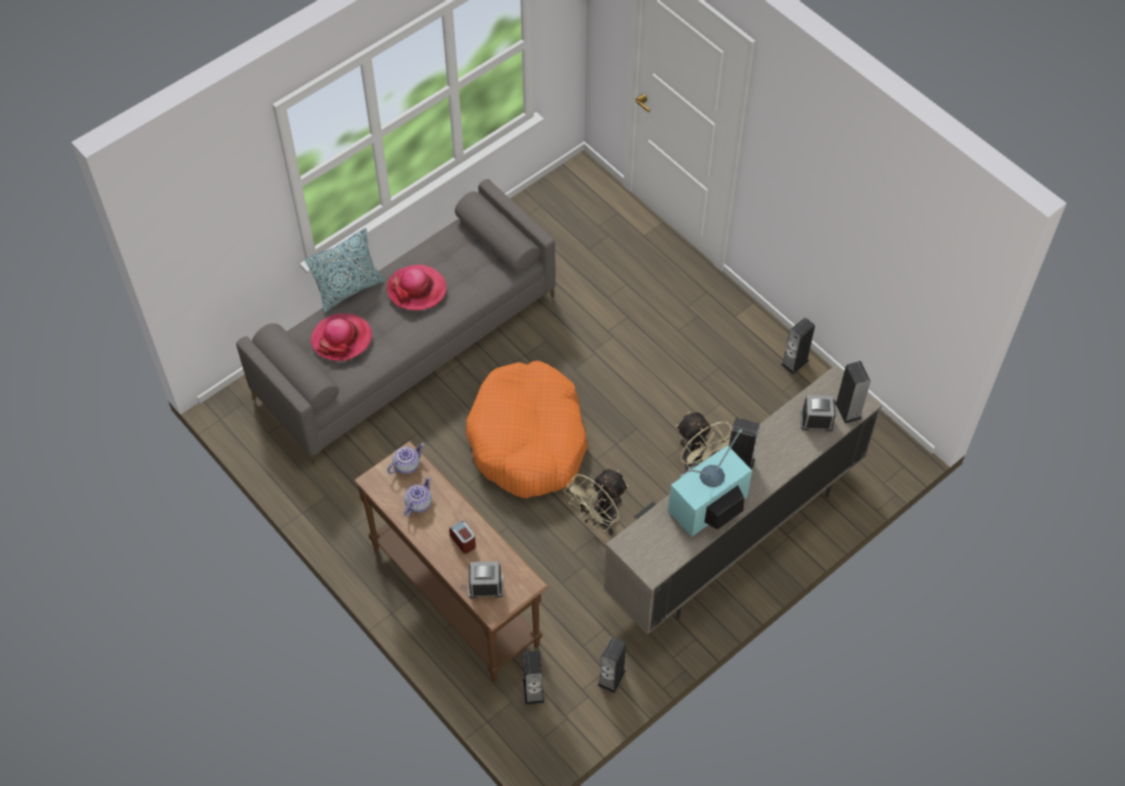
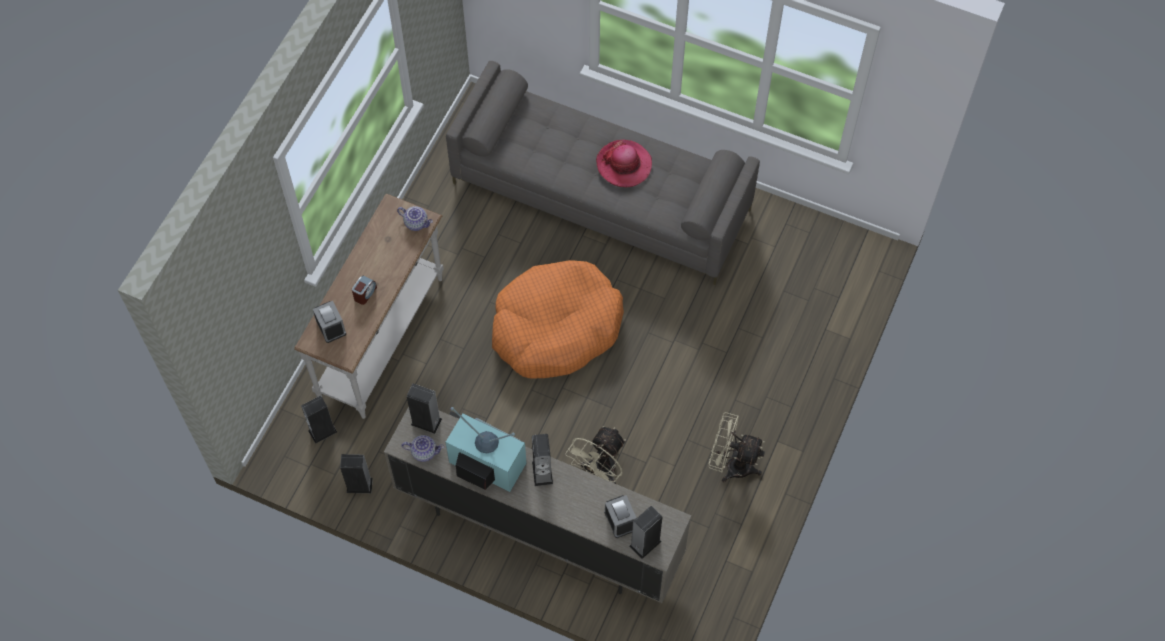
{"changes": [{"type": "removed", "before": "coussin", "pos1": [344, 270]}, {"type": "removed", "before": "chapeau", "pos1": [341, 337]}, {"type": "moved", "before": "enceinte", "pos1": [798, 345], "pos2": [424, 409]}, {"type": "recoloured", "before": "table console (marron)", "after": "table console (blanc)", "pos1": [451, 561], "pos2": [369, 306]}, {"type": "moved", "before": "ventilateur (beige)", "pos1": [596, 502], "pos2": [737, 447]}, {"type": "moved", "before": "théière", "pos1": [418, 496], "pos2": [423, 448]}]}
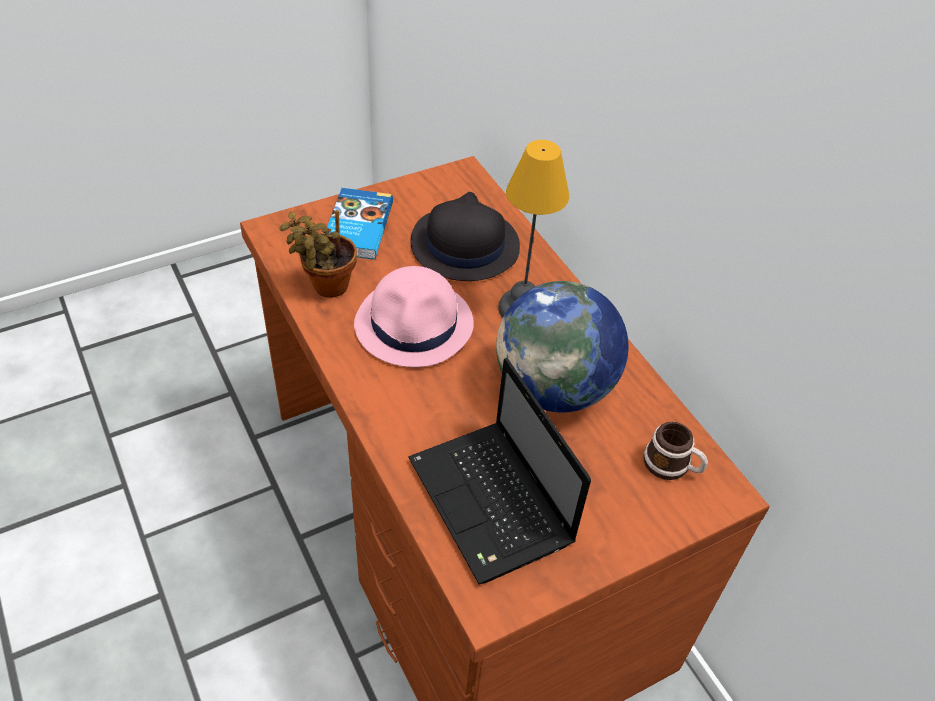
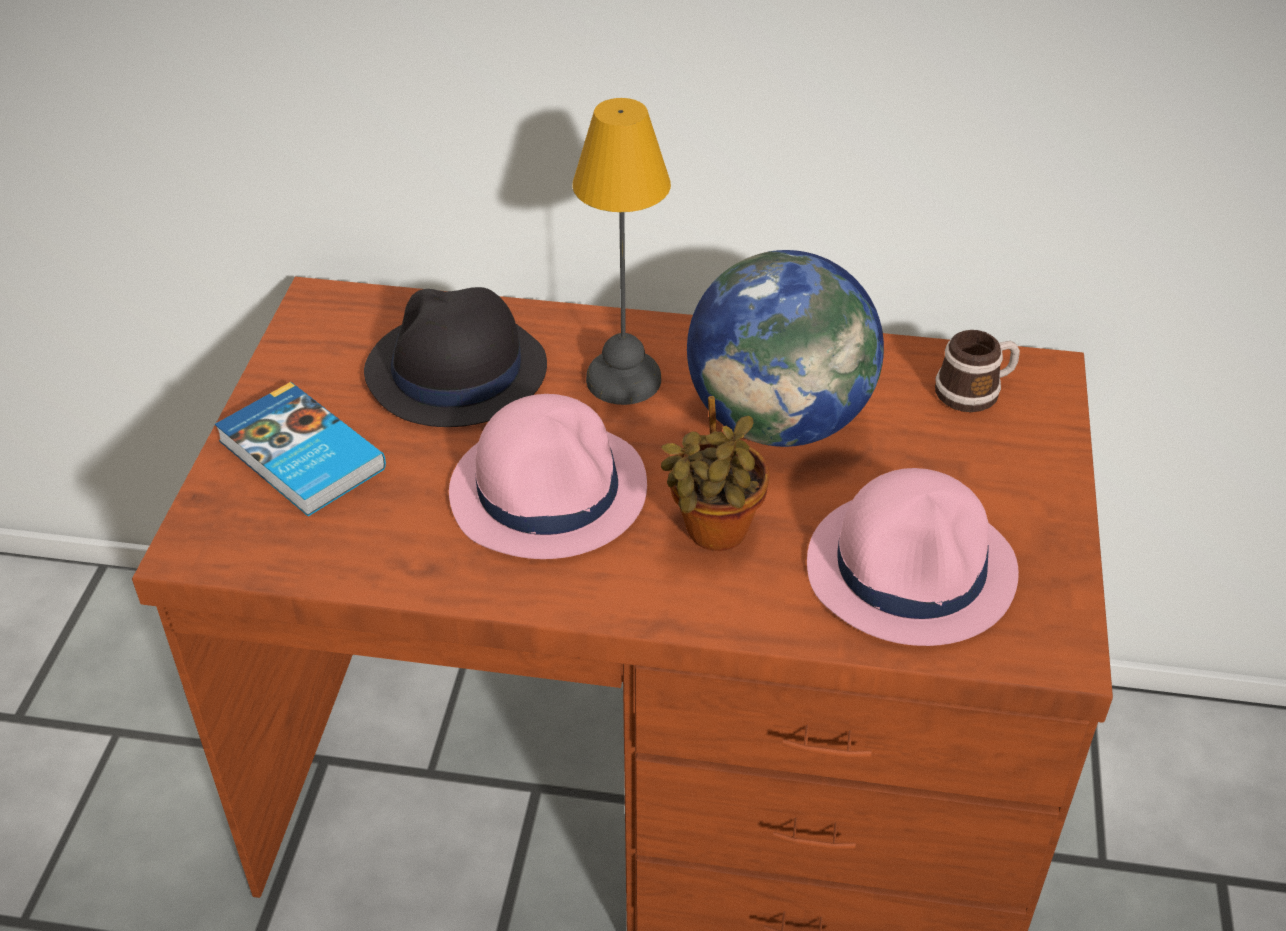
{"changes": [{"type": "moved", "before": "plante en pot", "pos1": [318, 254], "pos2": [715, 473]}, {"type": "replaced", "before": "ordinateur portable", "after": "chapeau (rose)", "pos1": [499, 471], "pos2": [913, 557]}]}
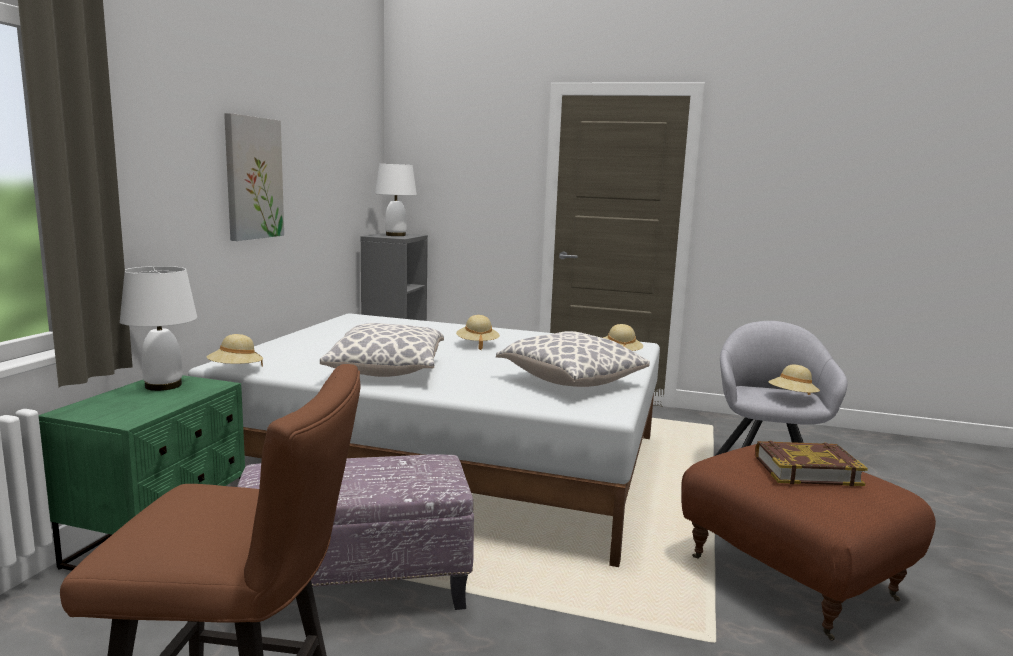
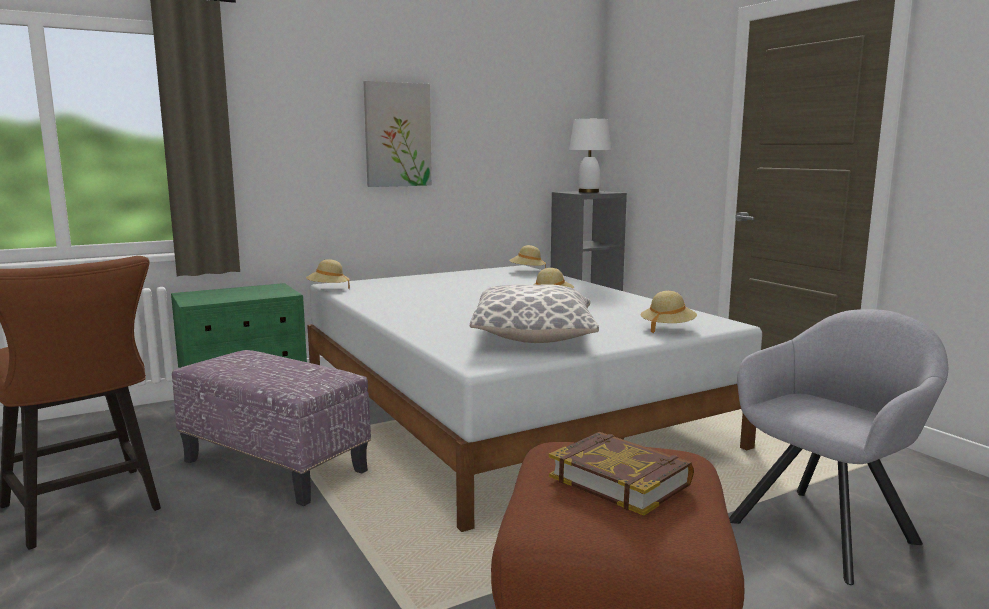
{"changes": [{"type": "removed", "before": "lampe de table (blanc)", "pos1": [158, 328]}, {"type": "removed", "before": "coussin", "pos1": [382, 350]}, {"type": "moved", "before": "chapeau (beige)", "pos1": [794, 380], "pos2": [527, 256]}]}
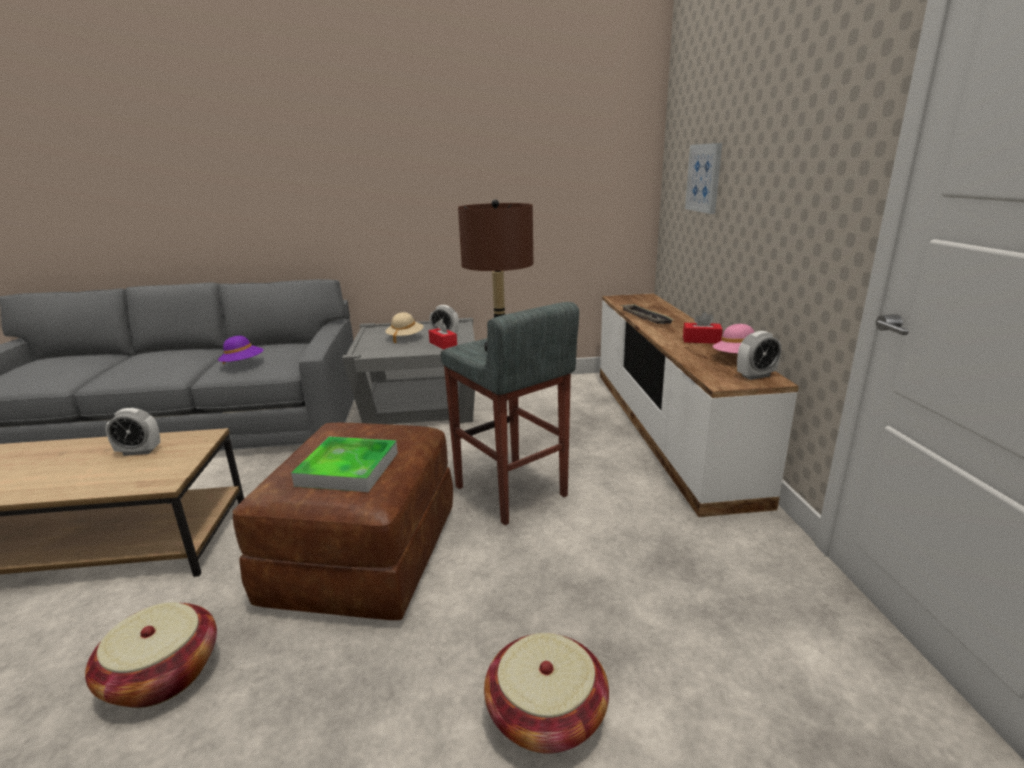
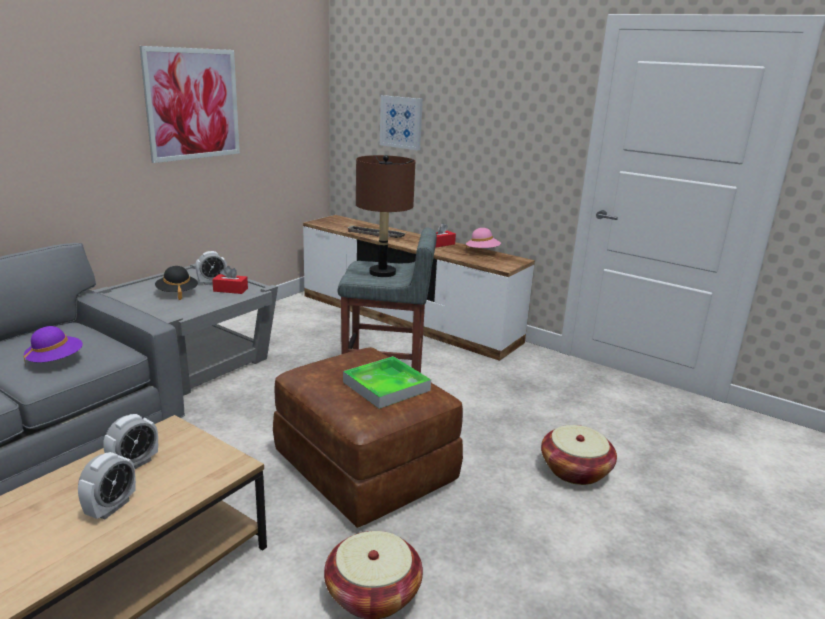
{"changes": [{"type": "recoloured", "before": "chapeau (beige)", "after": "chapeau (noir)", "pos1": [404, 328], "pos2": [176, 283]}, {"type": "moved", "before": "réveil", "pos1": [759, 355], "pos2": [107, 485]}, {"type": "added", "after": "tableau", "pos2": [189, 104]}]}
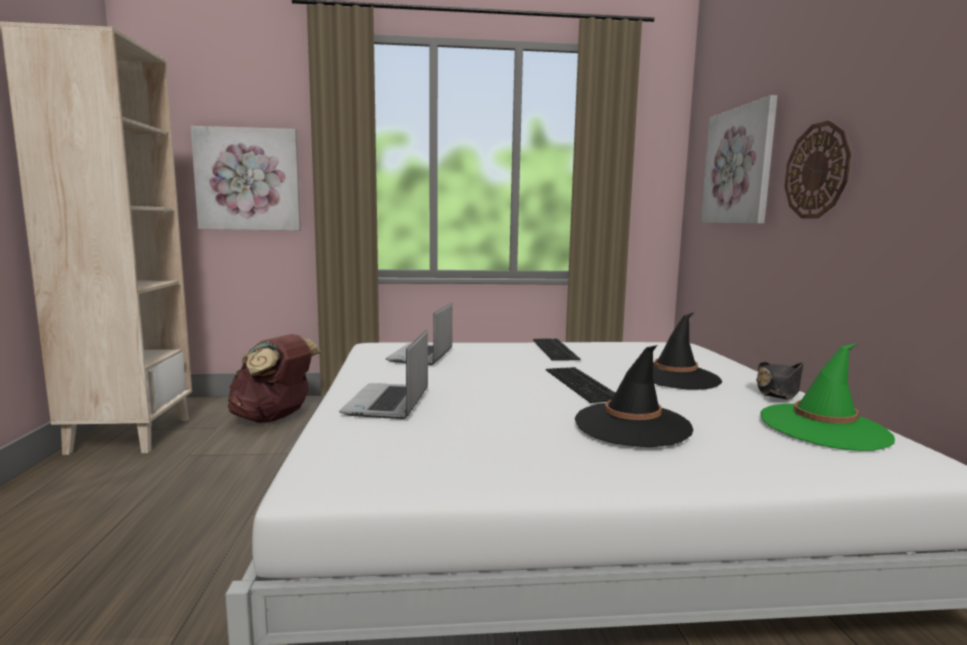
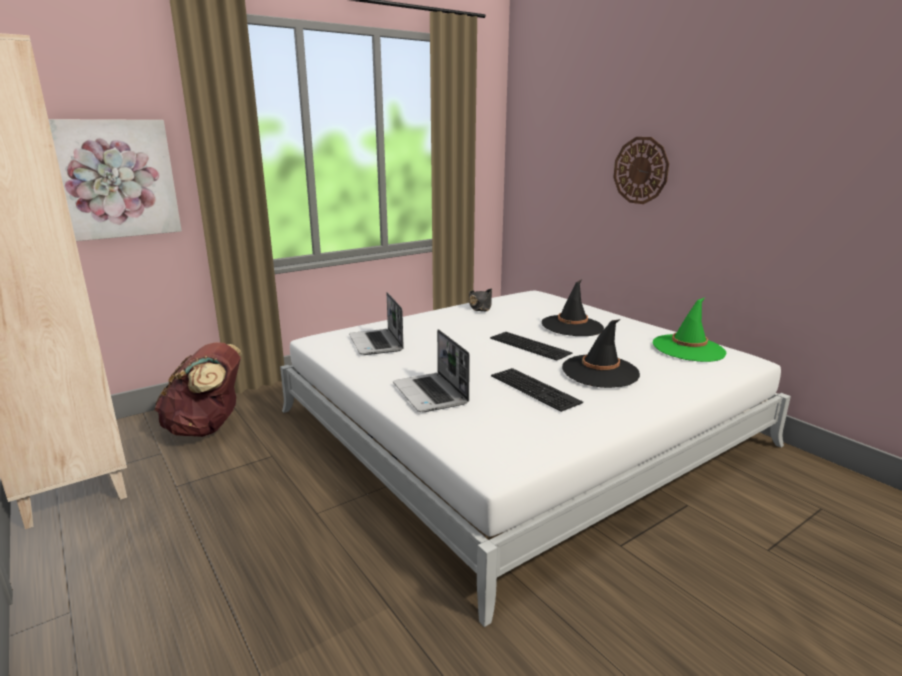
{"changes": [{"type": "removed", "before": "tableau", "pos1": [739, 159]}, {"type": "moved", "before": "clavier", "pos1": [557, 350], "pos2": [537, 390]}, {"type": "moved", "before": "chapeau (noir)", "pos1": [780, 381], "pos2": [480, 299]}]}
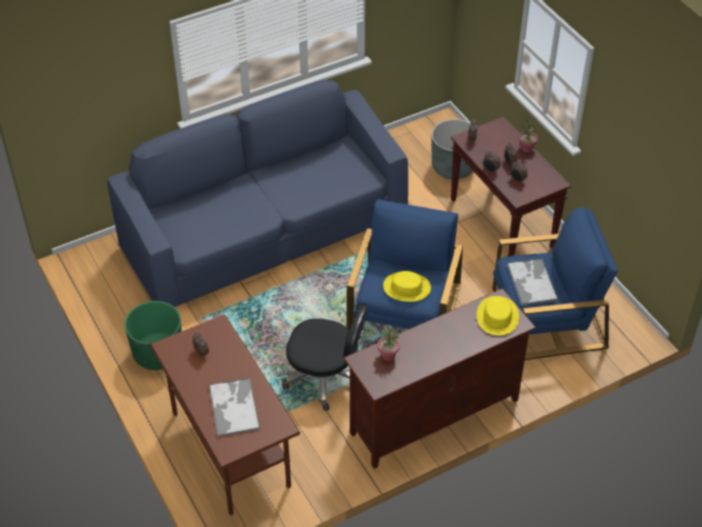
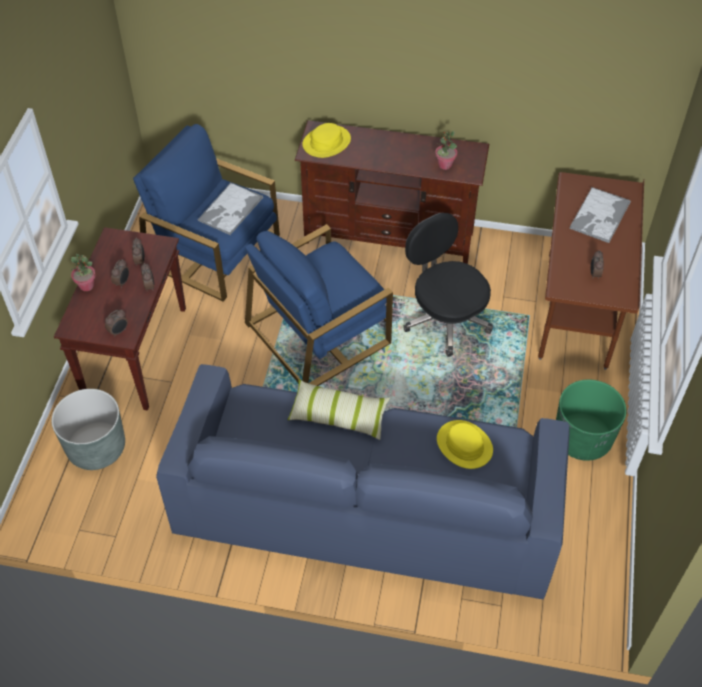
{"changes": [{"type": "moved", "before": "chapeau (jaune)", "pos1": [407, 286], "pos2": [465, 444]}, {"type": "added", "after": "coussin", "pos2": [339, 410]}]}
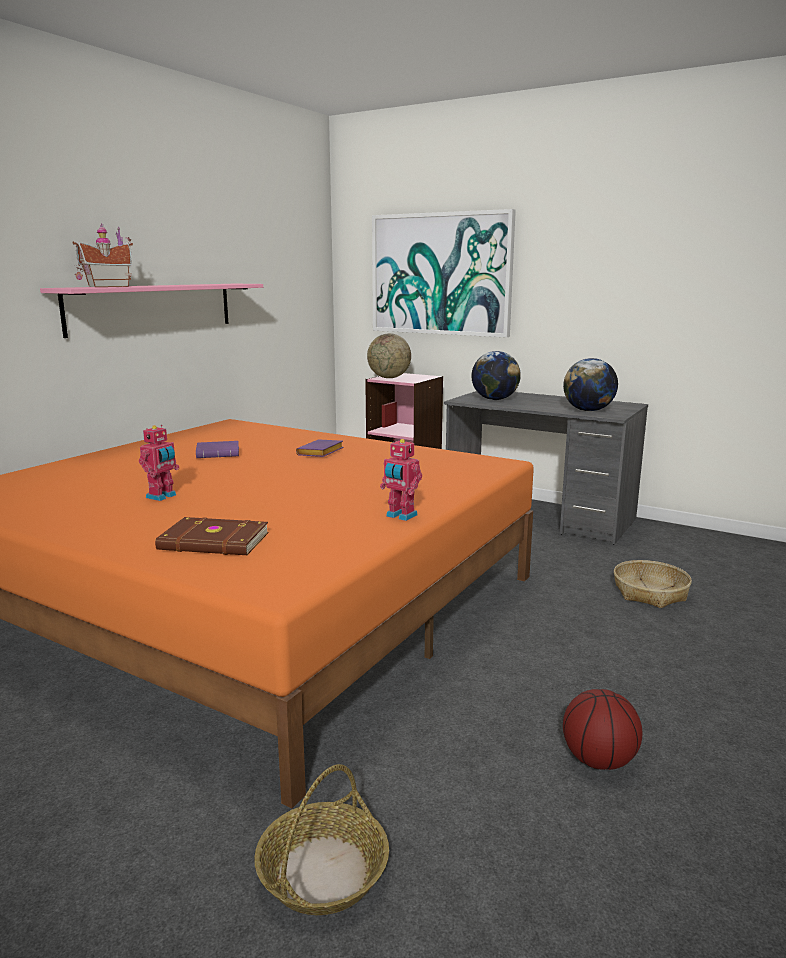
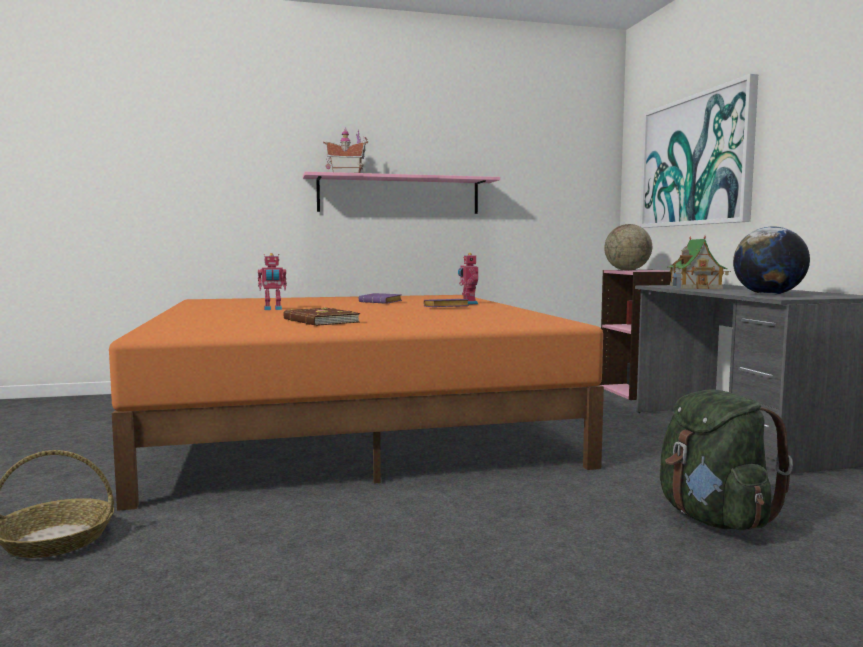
{"changes": [{"type": "replaced", "before": "globe", "after": "maison miniature", "pos1": [496, 375], "pos2": [699, 262]}, {"type": "moved", "before": "robot jouet", "pos1": [401, 480], "pos2": [468, 278]}, {"type": "moved", "before": "livre (marron)", "pos1": [212, 536], "pos2": [321, 316]}, {"type": "replaced", "before": "panier", "after": "sac à dos (vert)", "pos1": [653, 584], "pos2": [726, 459]}, {"type": "removed", "before": "ballon de basket", "pos1": [603, 729]}]}
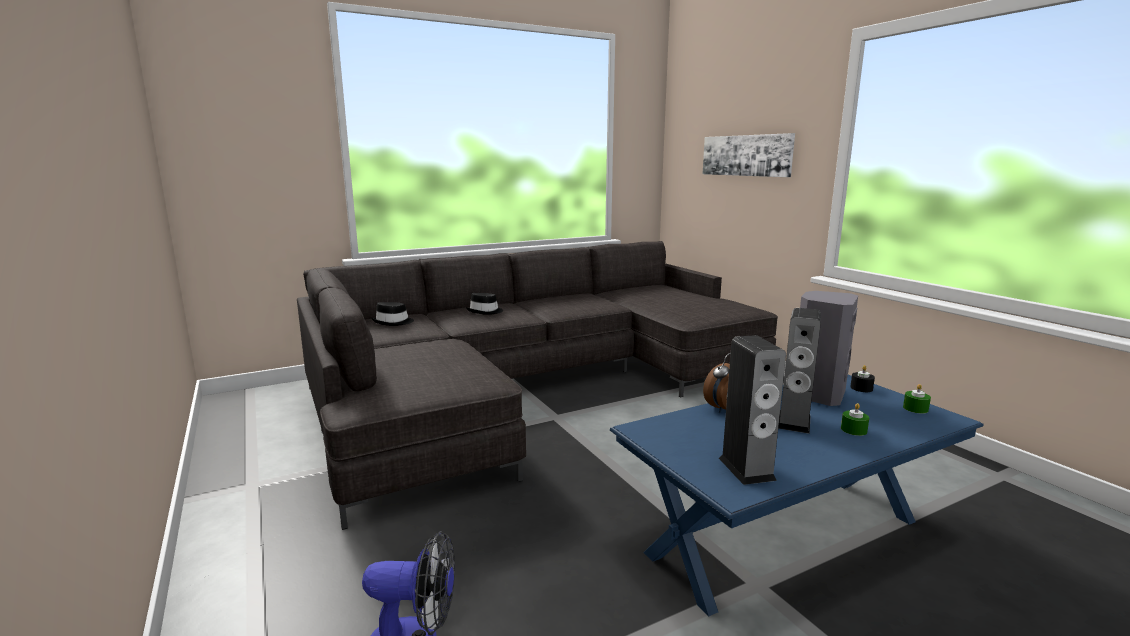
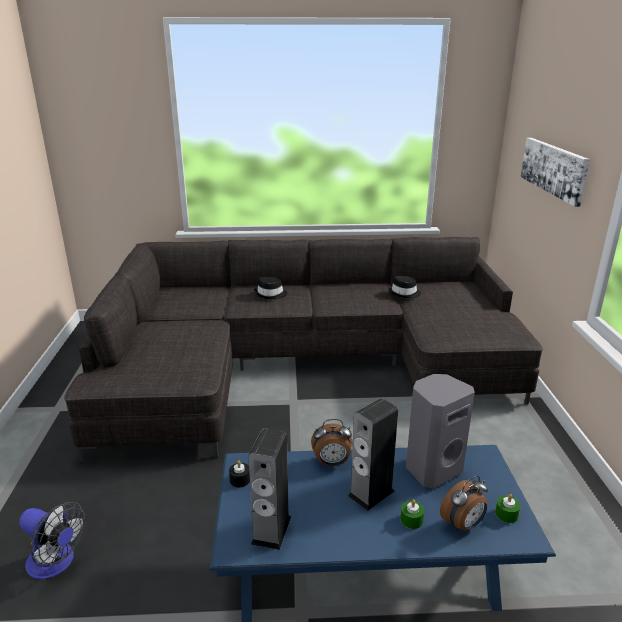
{"changes": [{"type": "moved", "before": "chapeau (noir)", "pos1": [393, 314], "pos2": [404, 287]}, {"type": "moved", "before": "bougie (noir)", "pos1": [862, 378], "pos2": [239, 474]}, {"type": "added", "after": "réveil", "pos2": [464, 504]}]}
